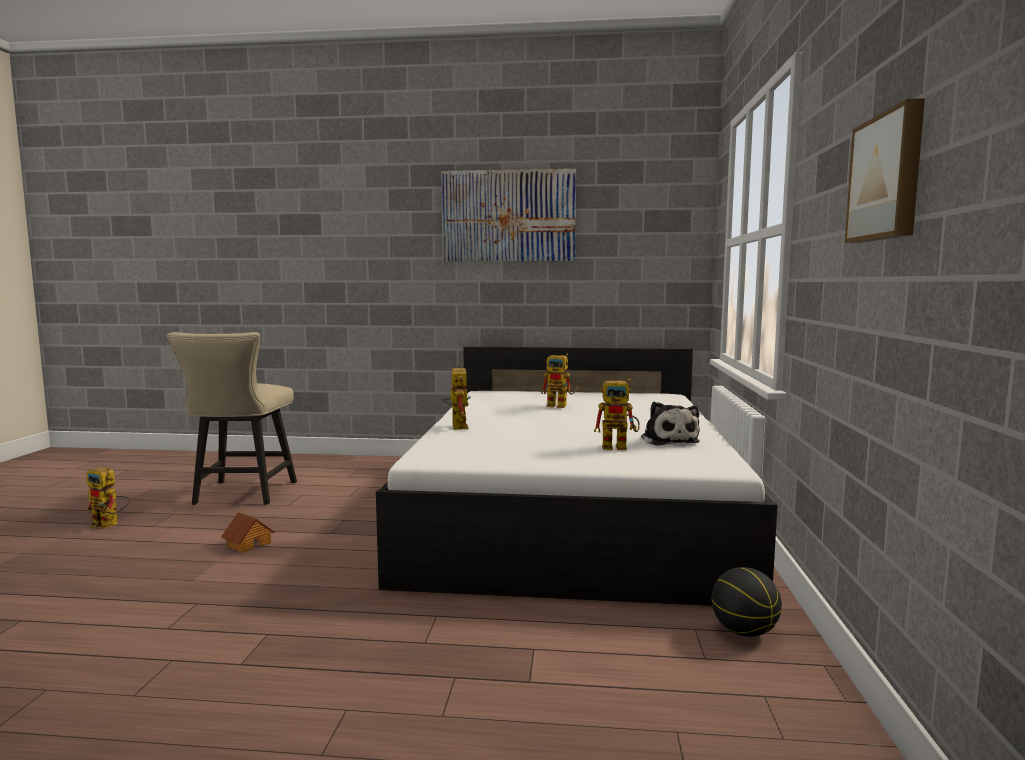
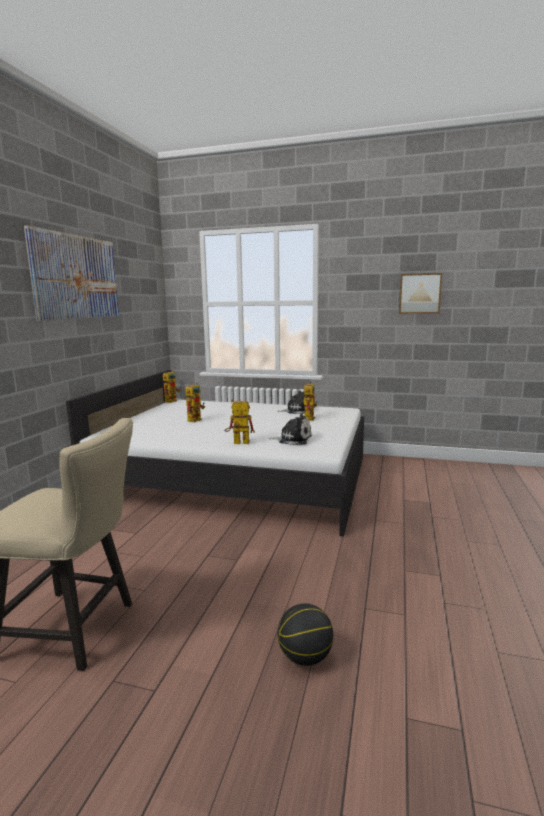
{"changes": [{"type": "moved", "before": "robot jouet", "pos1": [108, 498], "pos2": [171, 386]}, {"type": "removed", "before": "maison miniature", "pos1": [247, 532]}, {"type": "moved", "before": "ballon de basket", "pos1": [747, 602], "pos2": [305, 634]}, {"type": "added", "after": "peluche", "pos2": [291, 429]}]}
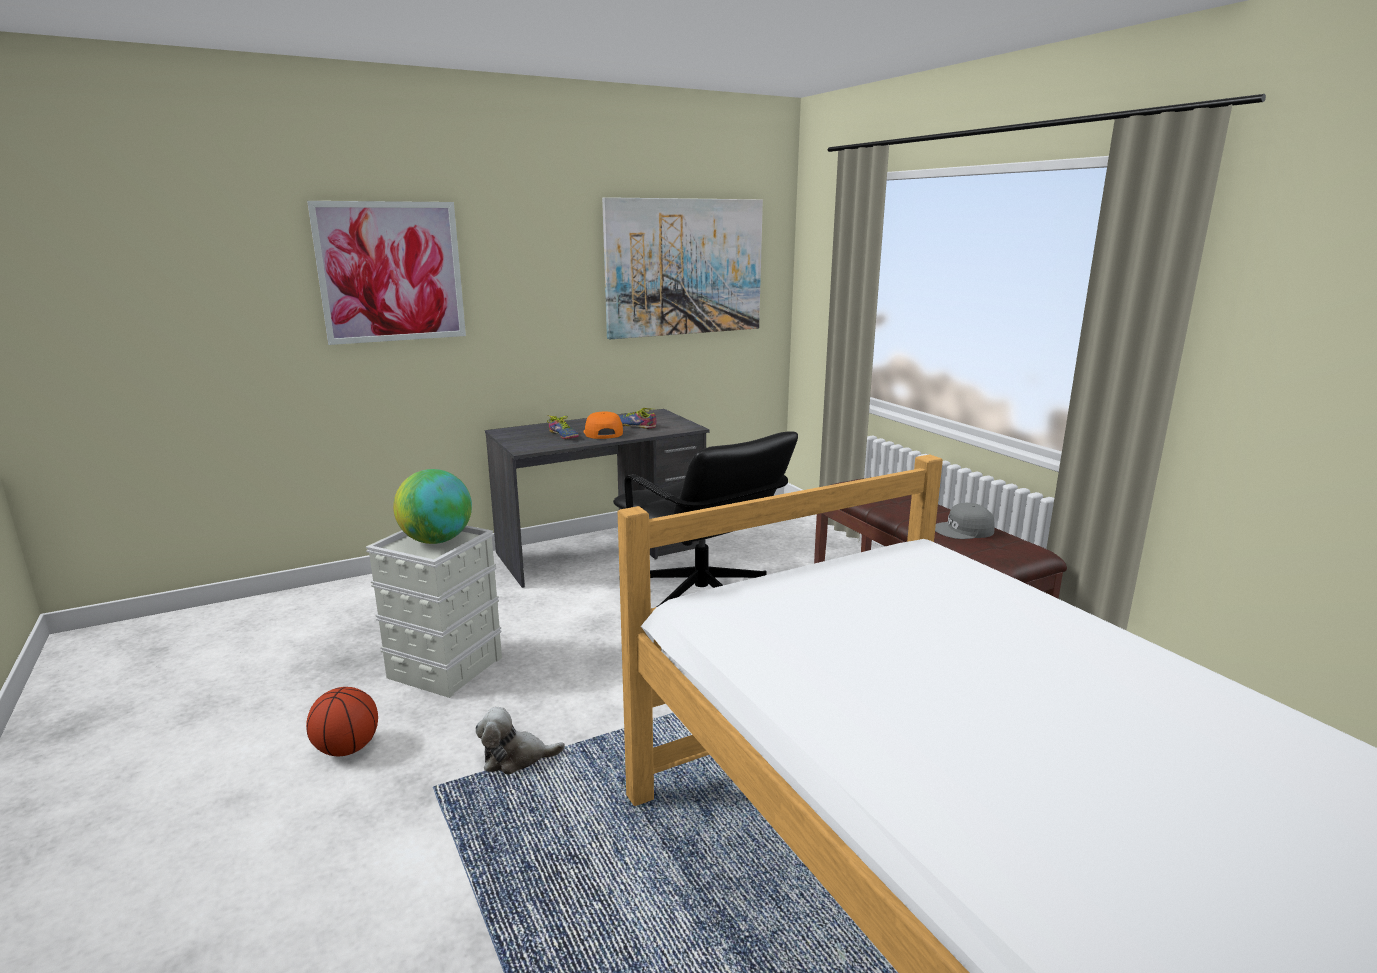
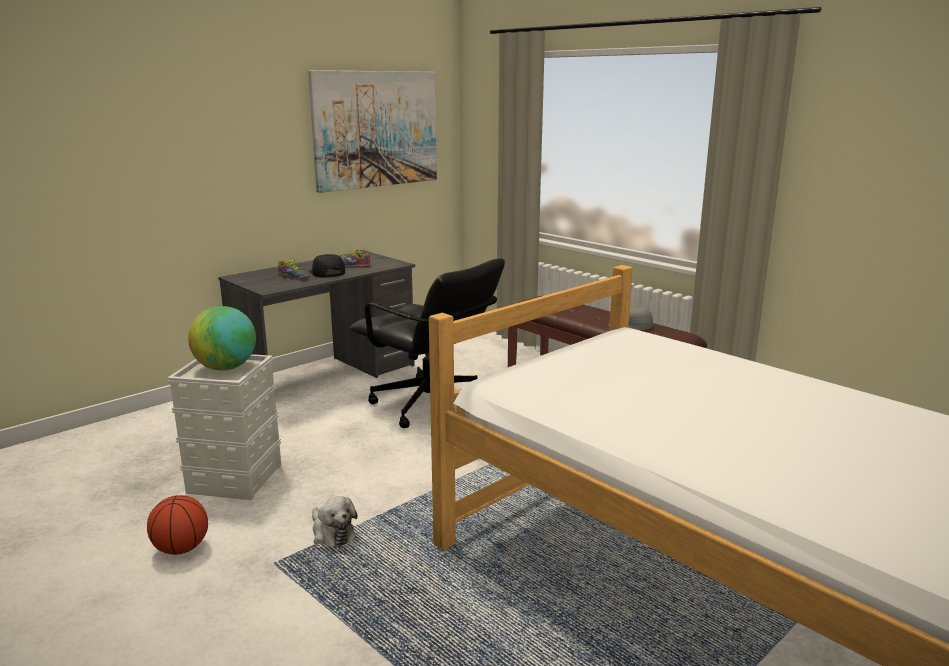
{"changes": [{"type": "removed", "before": "tableau", "pos1": [386, 273]}, {"type": "recoloured", "before": "casquette (orange)", "after": "casquette (noir)", "pos1": [603, 425], "pos2": [327, 266]}, {"type": "turned", "before": "peluche", "pos1": [520, 740], "pos2": [334, 521], "turn": -105}]}
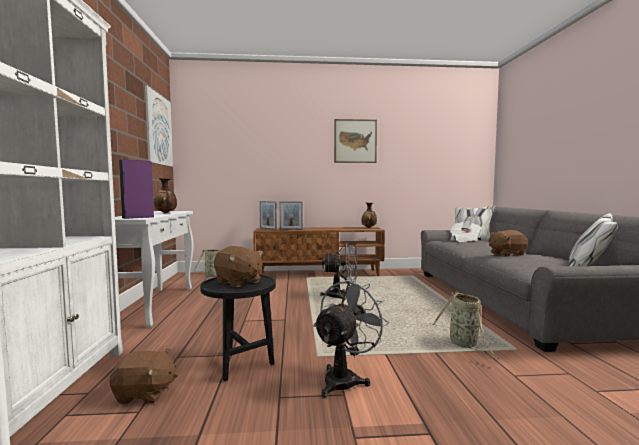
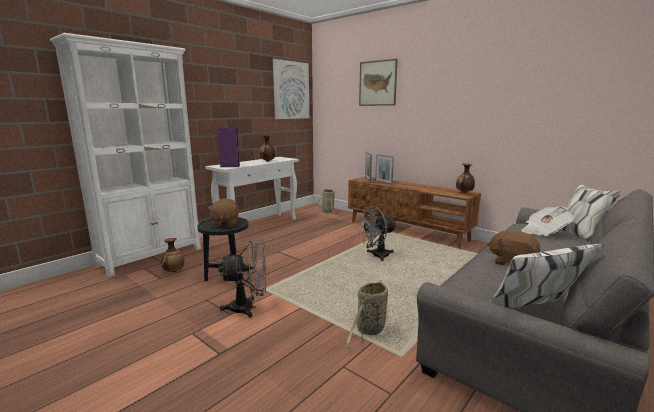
{"changes": [{"type": "moved", "before": "tableau", "pos1": [355, 141], "pos2": [378, 82]}, {"type": "turned", "before": "ventilateur (gris)", "pos1": [338, 271], "pos2": [377, 233], "turn": 105}, {"type": "replaced", "before": "peluche (marron)", "after": "vase", "pos1": [144, 376], "pos2": [172, 255]}]}
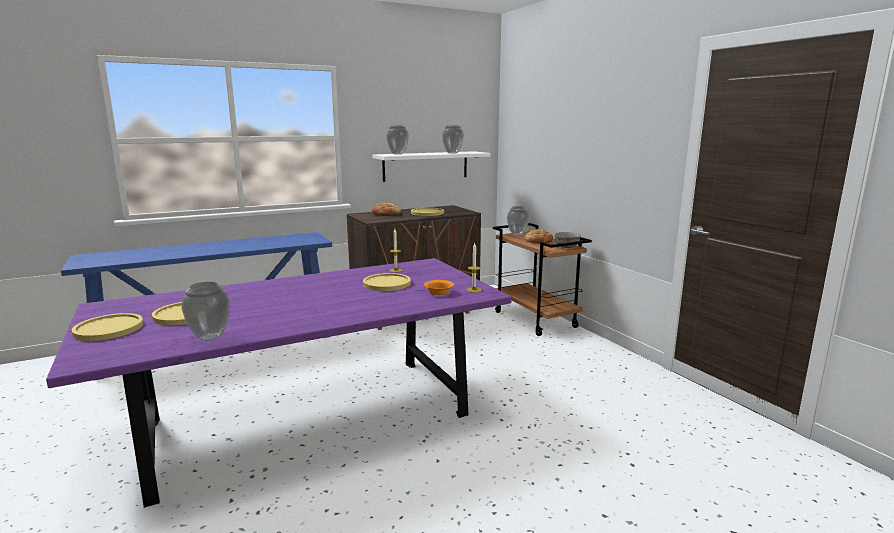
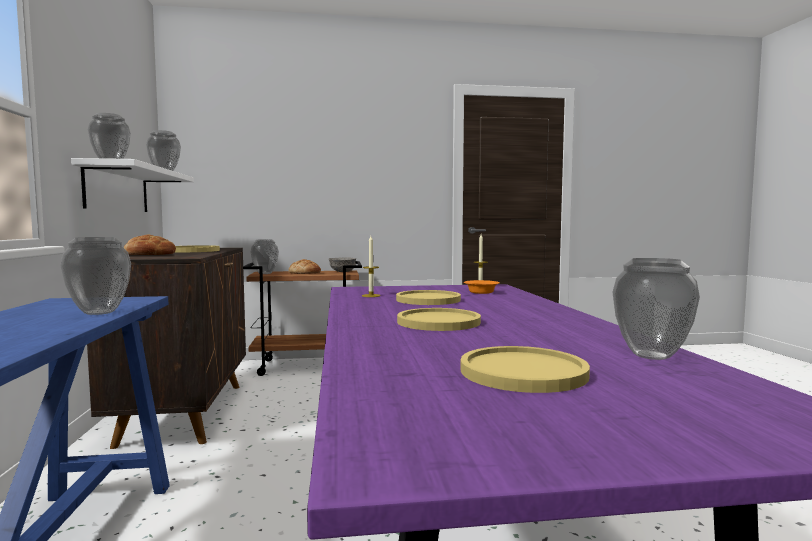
{"changes": [{"type": "moved", "before": "assiette (jaune)", "pos1": [107, 327], "pos2": [439, 319]}, {"type": "added", "after": "vase", "pos2": [95, 276]}]}
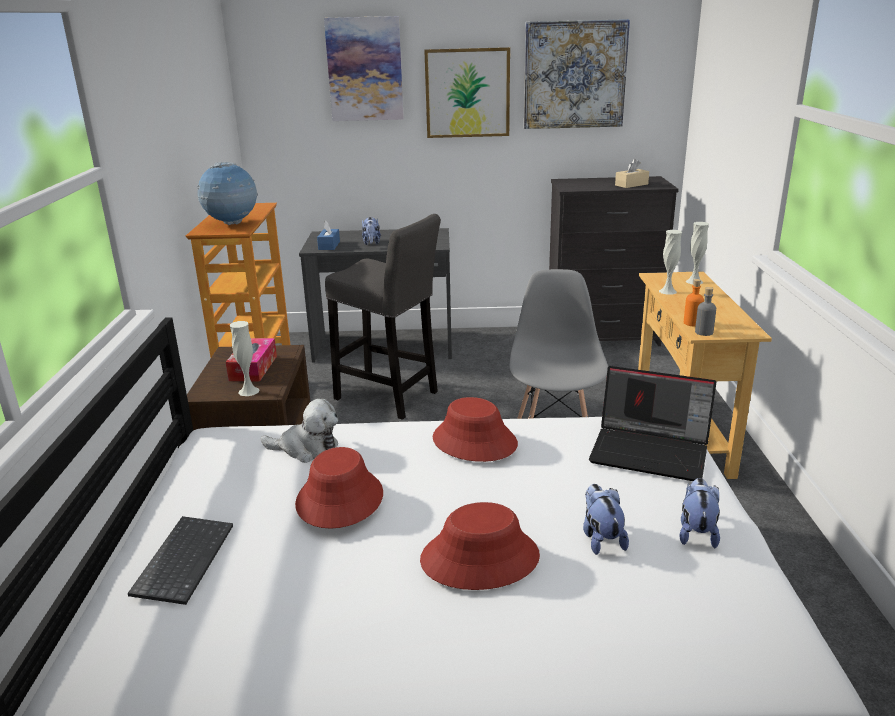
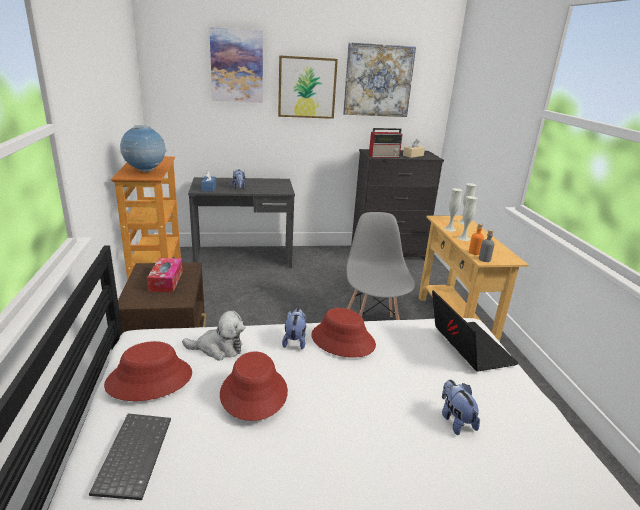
{"changes": [{"type": "removed", "before": "tabouret (gris)", "pos1": [383, 317]}, {"type": "moved", "before": "vase (blanc)", "pos1": [245, 358], "pos2": [468, 218]}, {"type": "turned", "before": "ordinateur portable", "pos1": [652, 423], "pos2": [475, 331], "turn": -120}, {"type": "moved", "before": "peluche", "pos1": [699, 513], "pos2": [294, 328]}, {"type": "moved", "before": "chapeau (rouge)", "pos1": [480, 546], "pos2": [148, 371]}, {"type": "added", "after": "radio", "pos2": [386, 143]}]}
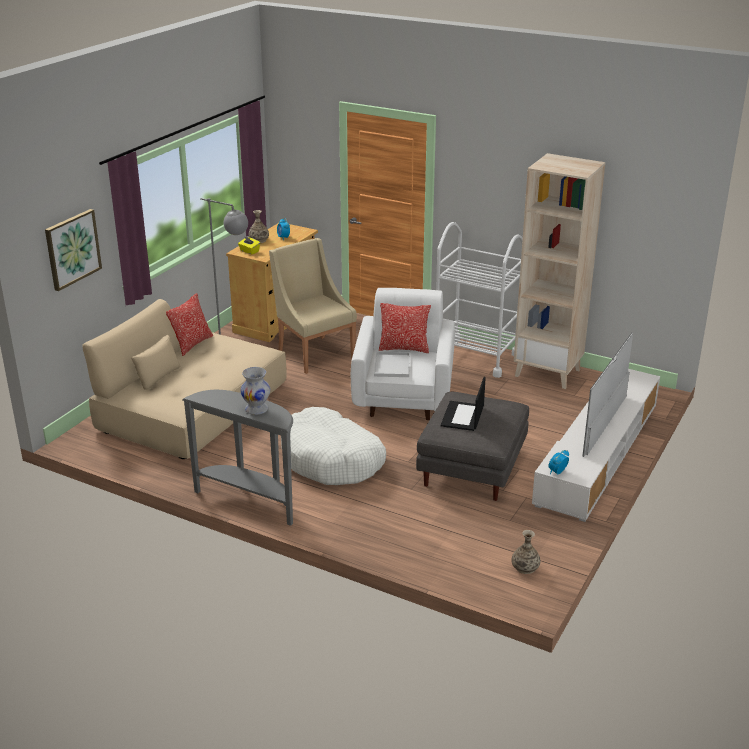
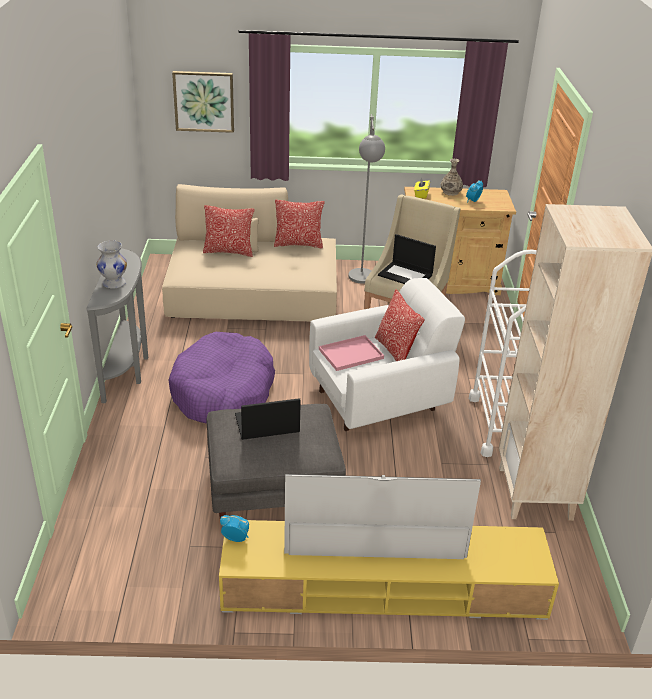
{"changes": [{"type": "recoloured", "before": "plateau (blanc)", "after": "plateau (rose)", "pos1": [392, 364], "pos2": [351, 353]}, {"type": "recoloured", "before": "meuble télé (blanc)", "after": "meuble télé (jaune)", "pos1": [596, 445], "pos2": [389, 570]}, {"type": "recoloured", "before": "panier pour chien (blanc)", "after": "panier pour chien (violet)", "pos1": [333, 446], "pos2": [222, 378]}, {"type": "removed", "before": "vase", "pos1": [526, 552]}, {"type": "added", "after": "coussin", "pos2": [229, 231]}, {"type": "added", "after": "ordinateur portable", "pos2": [407, 259]}]}
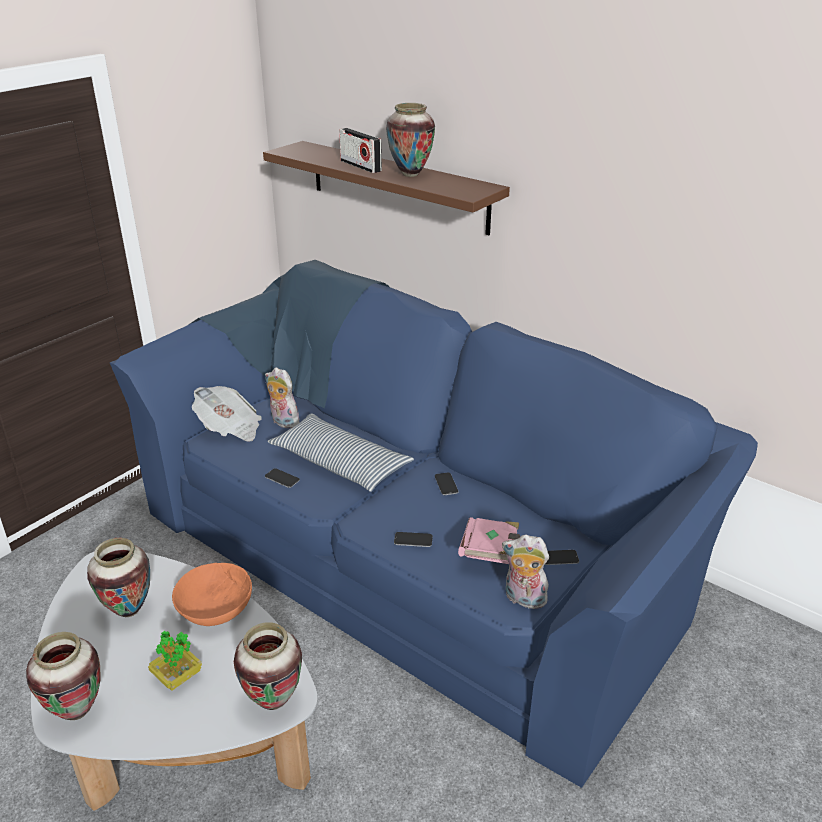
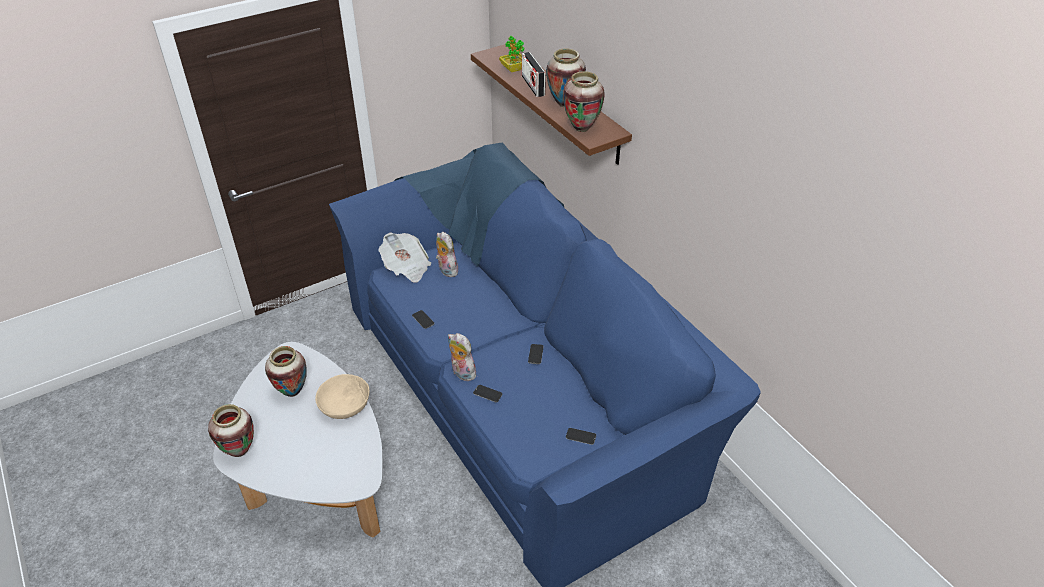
{"changes": [{"type": "removed", "before": "coussin", "pos1": [340, 453]}, {"type": "removed", "before": "livre (rose)", "pos1": [489, 540]}, {"type": "moved", "before": "peluche", "pos1": [525, 572], "pos2": [462, 357]}, {"type": "recoloured", "before": "bol (orange)", "after": "bol (beige)", "pos1": [212, 594], "pos2": [342, 396]}, {"type": "moved", "before": "vase", "pos1": [268, 666], "pos2": [584, 101]}, {"type": "moved", "before": "plante en pot", "pos1": [175, 661], "pos2": [512, 54]}]}
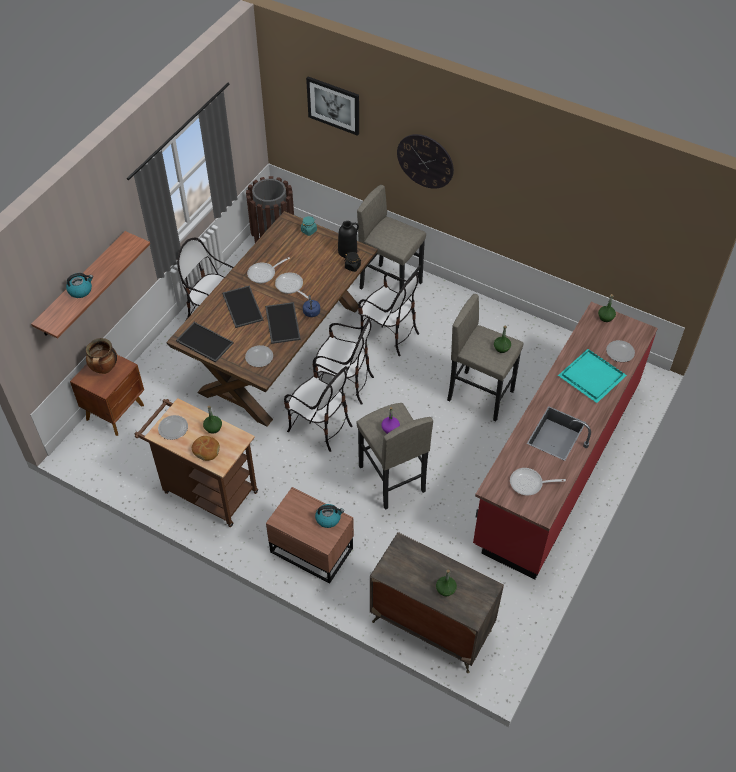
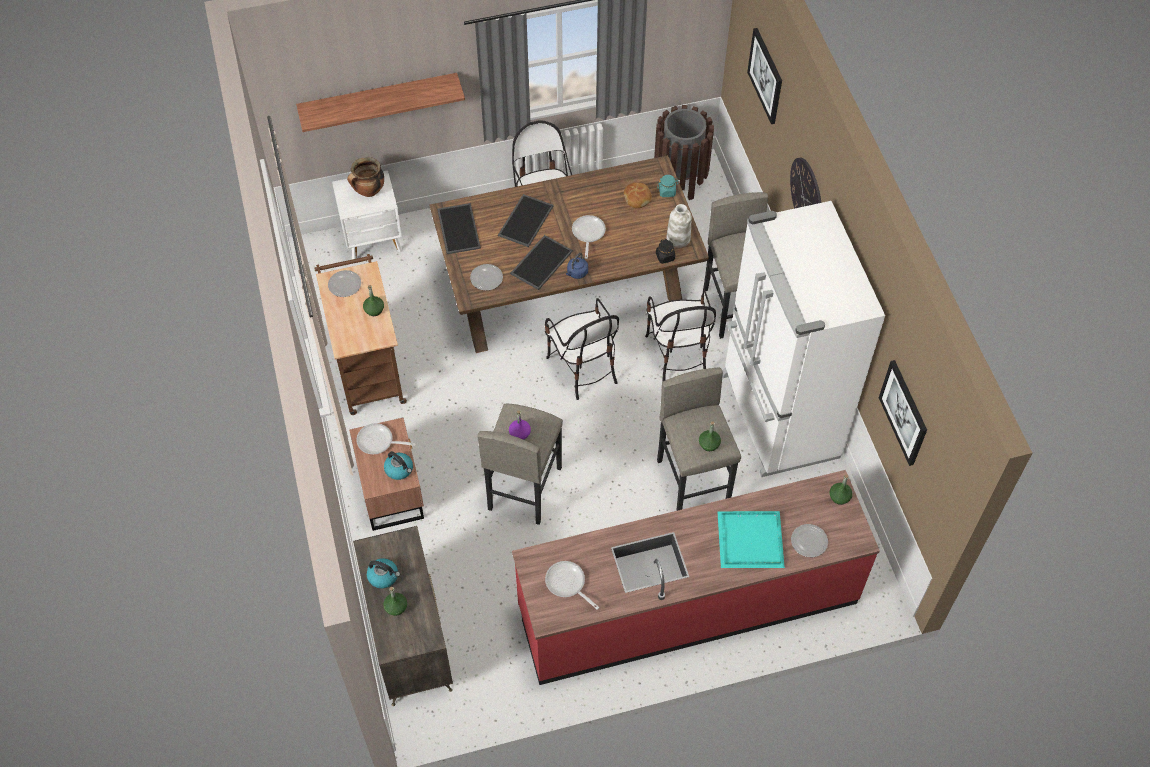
{"changes": [{"type": "recoloured", "before": "vase (noir)", "after": "vase (blanc)", "pos1": [348, 239], "pos2": [679, 226]}, {"type": "moved", "before": "poêle", "pos1": [268, 270], "pos2": [386, 438]}, {"type": "moved", "before": "bouilloire", "pos1": [79, 285], "pos2": [383, 573]}, {"type": "recoloured", "before": "table de chevet (marron)", "after": "table de chevet (blanc)", "pos1": [107, 395], "pos2": [367, 214]}, {"type": "removed", "before": "chaise", "pos1": [318, 408]}, {"type": "moved", "before": "pain", "pos1": [206, 448], "pos2": [638, 195]}, {"type": "added", "after": "réfrigérateur (blanc)", "pos2": [803, 339]}, {"type": "added", "after": "tableau", "pos2": [903, 413]}]}
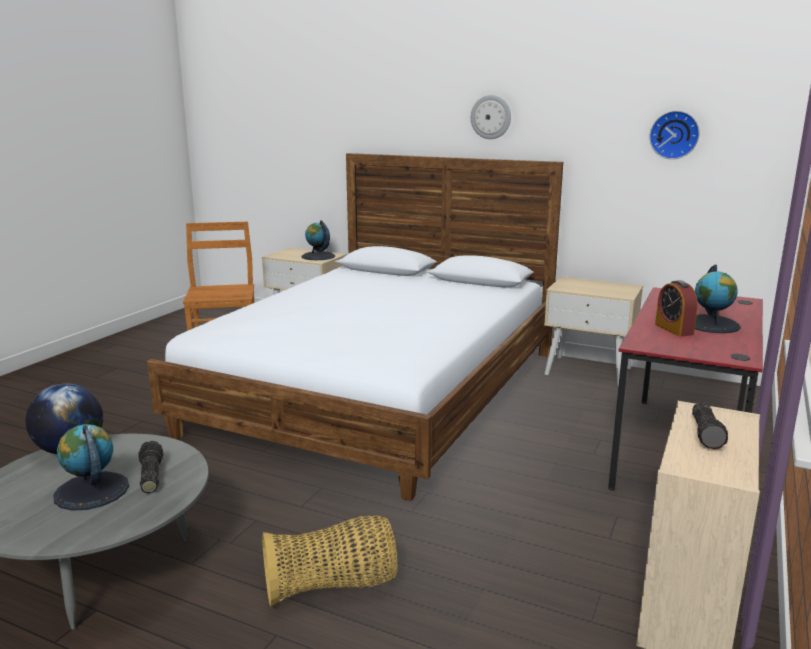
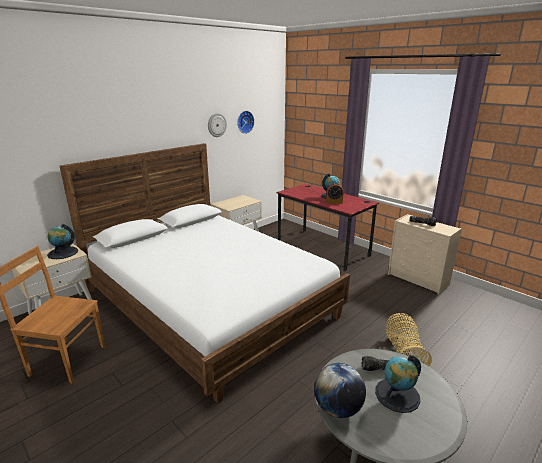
{"changes": [{"type": "moved", "before": "horloge murale", "pos1": [491, 117], "pos2": [217, 125]}]}
